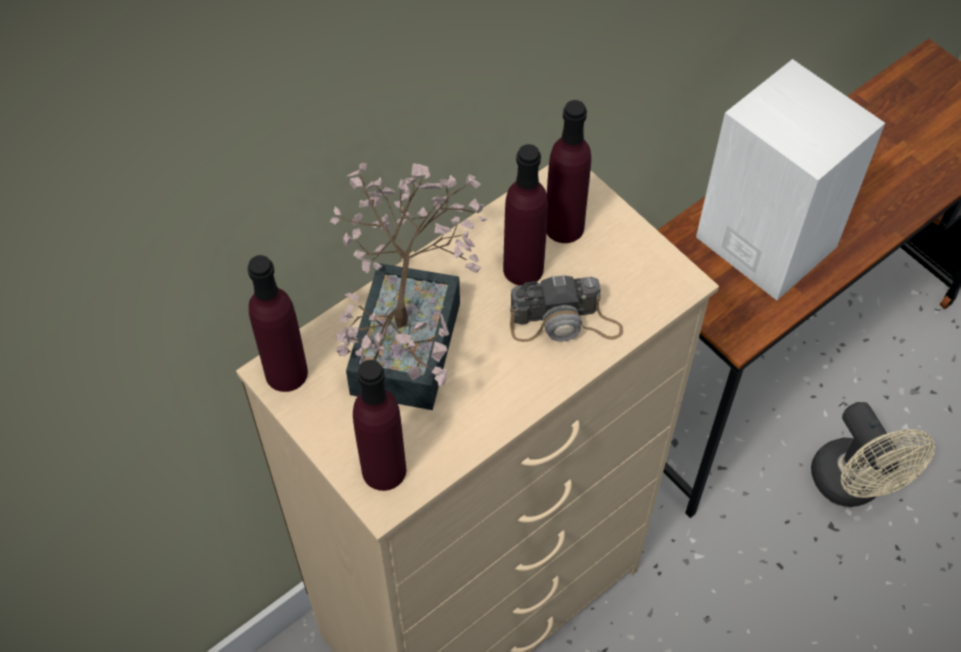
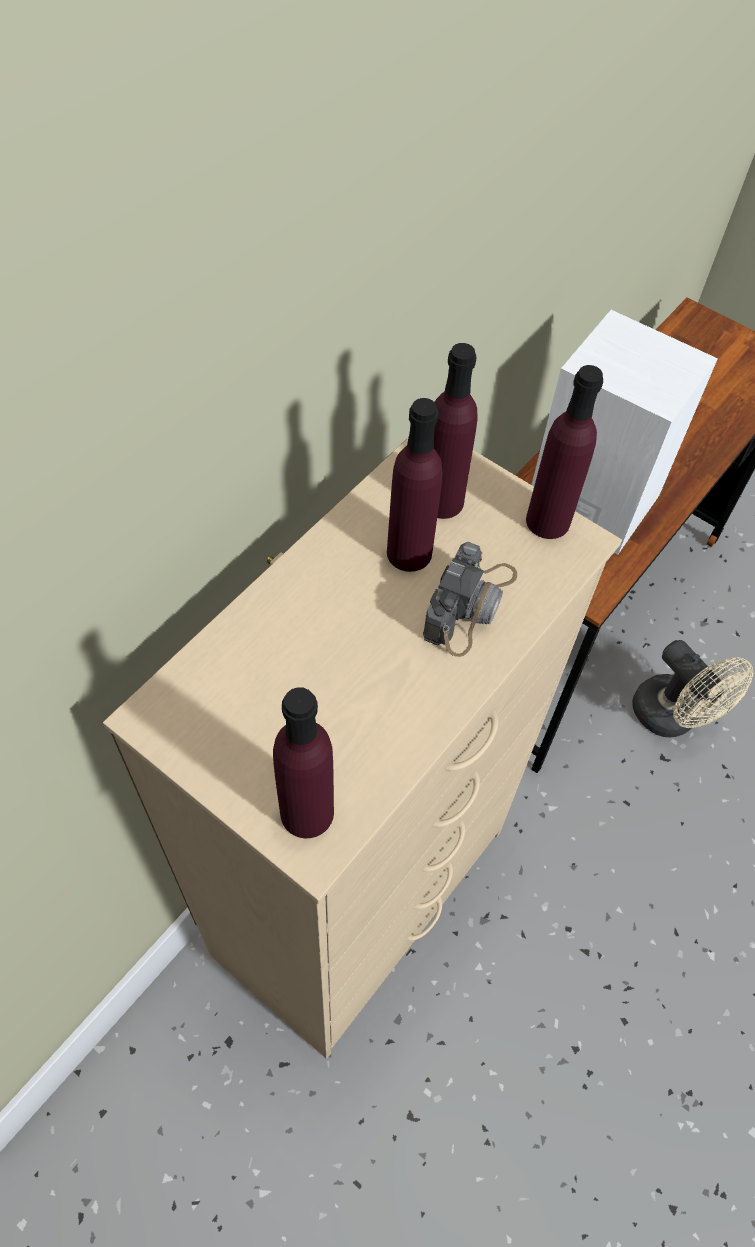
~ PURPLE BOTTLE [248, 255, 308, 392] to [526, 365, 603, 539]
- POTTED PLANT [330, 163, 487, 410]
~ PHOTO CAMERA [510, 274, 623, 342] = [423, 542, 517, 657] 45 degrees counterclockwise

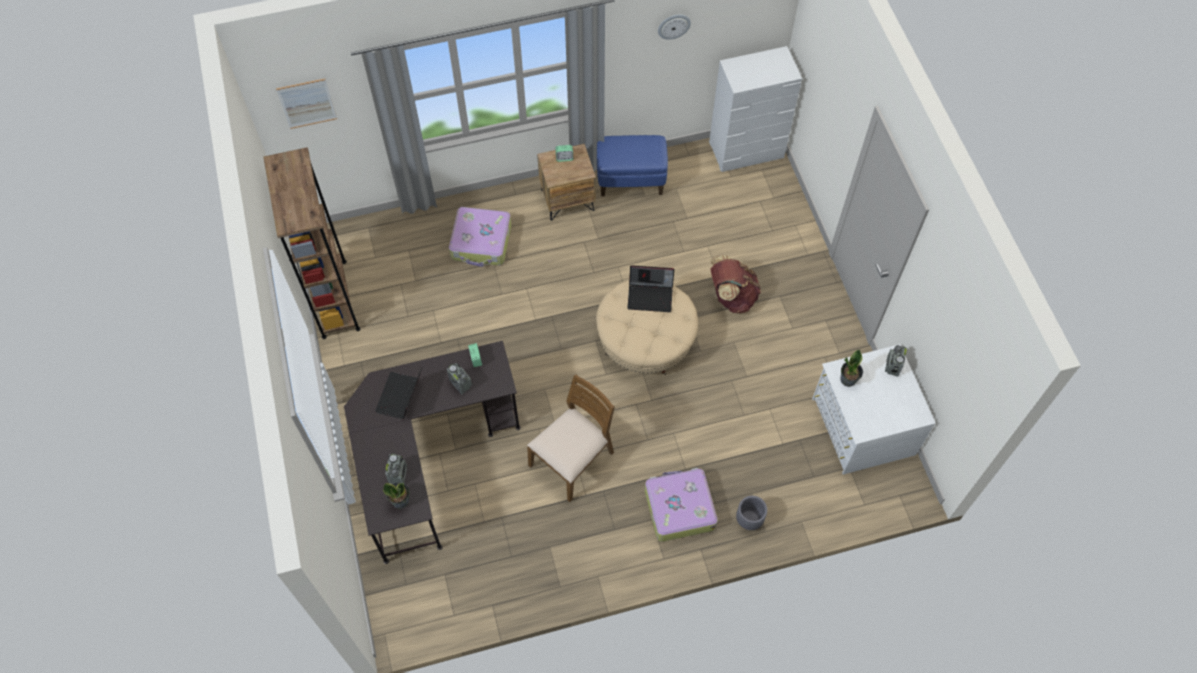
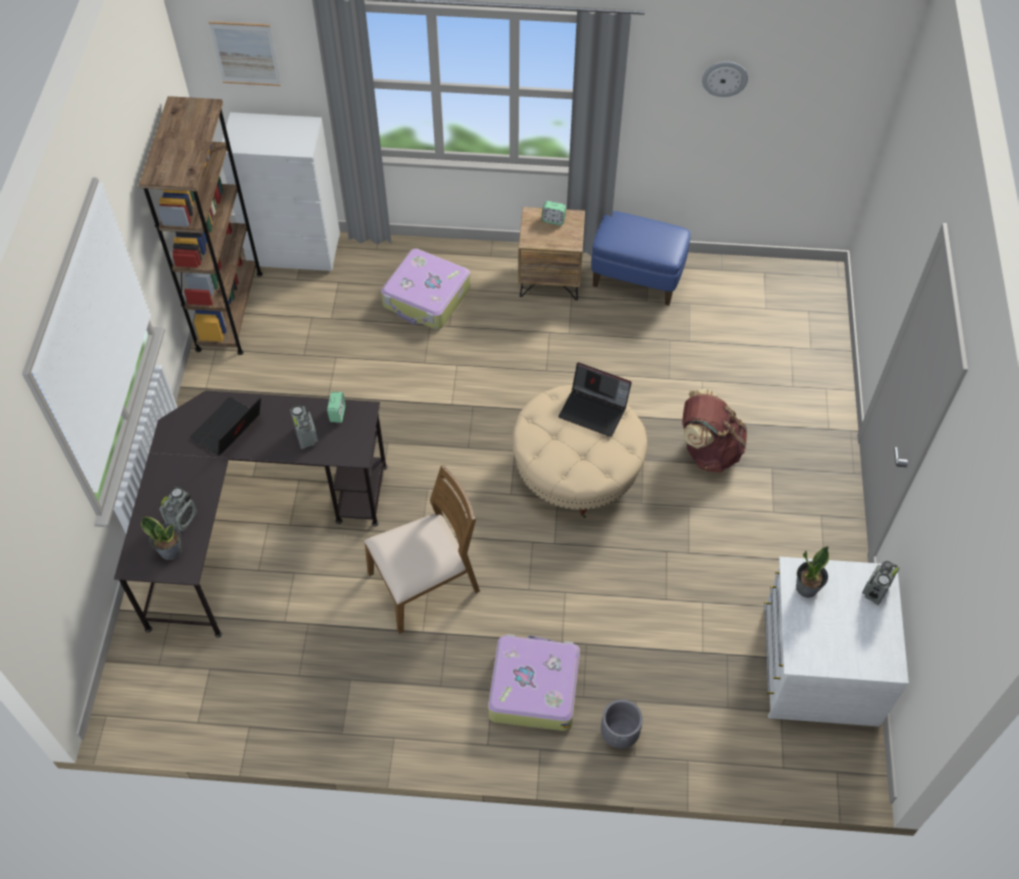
~ WHITE DRESSER [709, 46, 802, 172] to [222, 112, 340, 271]

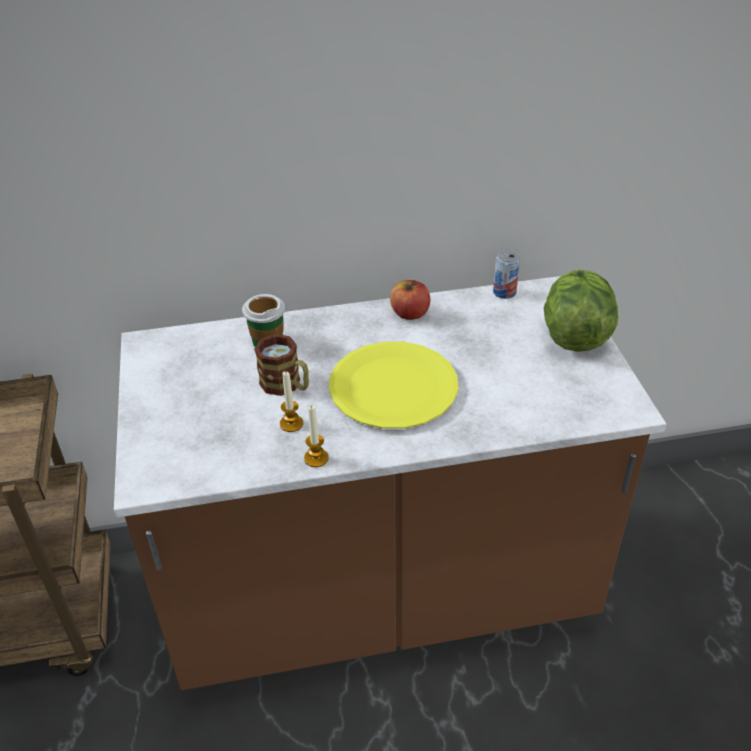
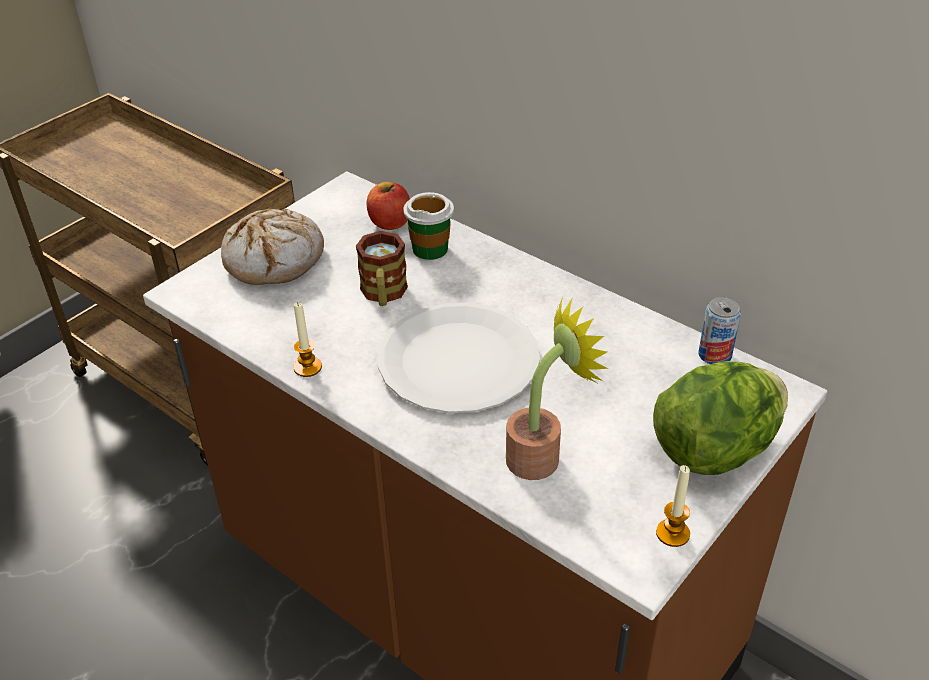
~ CANDLE [280, 371, 303, 432] to [656, 465, 690, 547]
~ YELLOW PLATE [329, 342, 458, 429] to WHITE PLATE [378, 303, 540, 413]
~ APPLE [390, 280, 430, 320] to [367, 182, 410, 230]
+ BREAD [221, 209, 324, 285]
+ POTTED PLANT [506, 297, 609, 480]

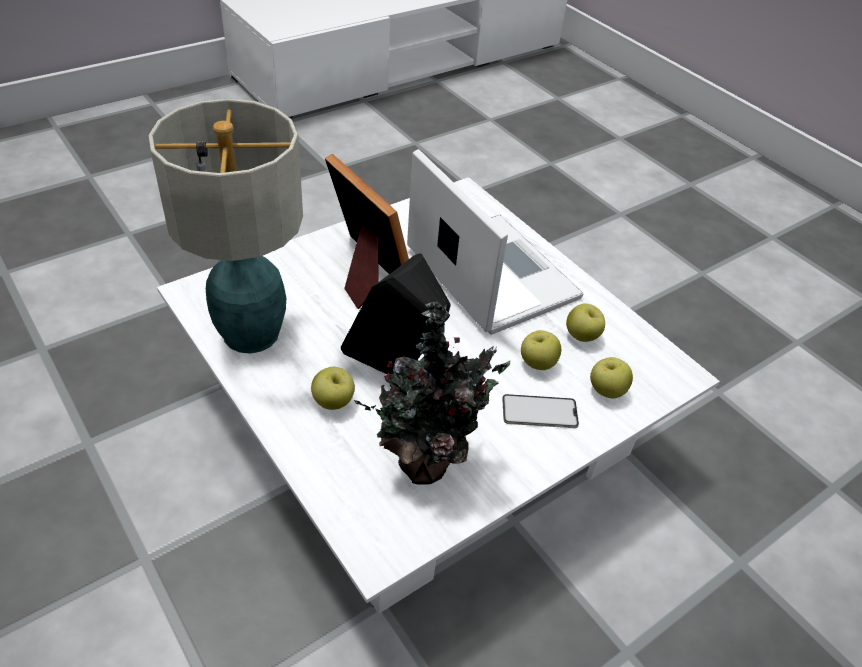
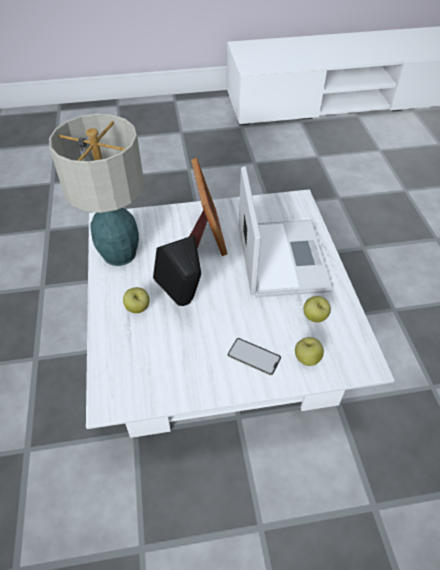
- POTTED PLANT [354, 302, 510, 485]
- APPLE [521, 330, 561, 370]

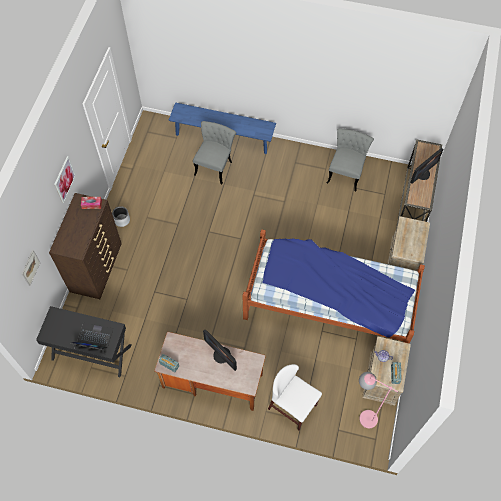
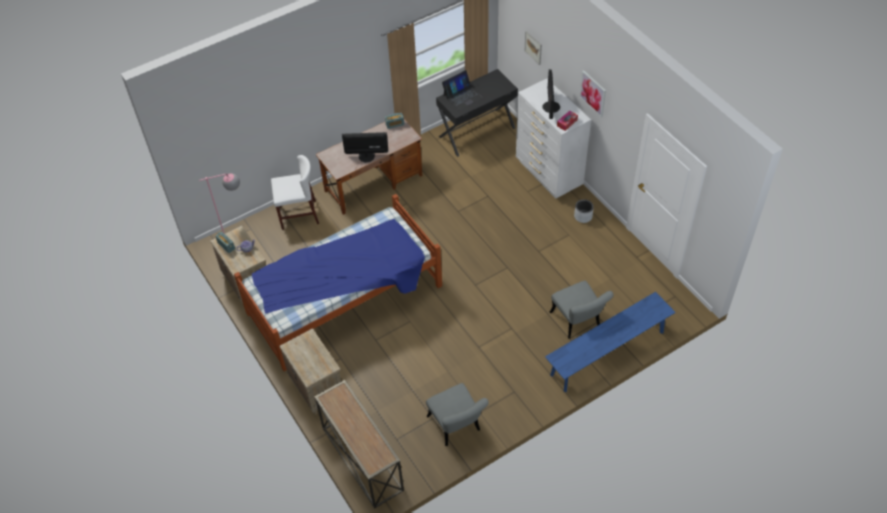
~ BROWN DRESSER [49, 193, 122, 299] to WHITE DRESSER [516, 79, 591, 198]
~ MONITOR [410, 148, 444, 184] to [543, 69, 560, 119]

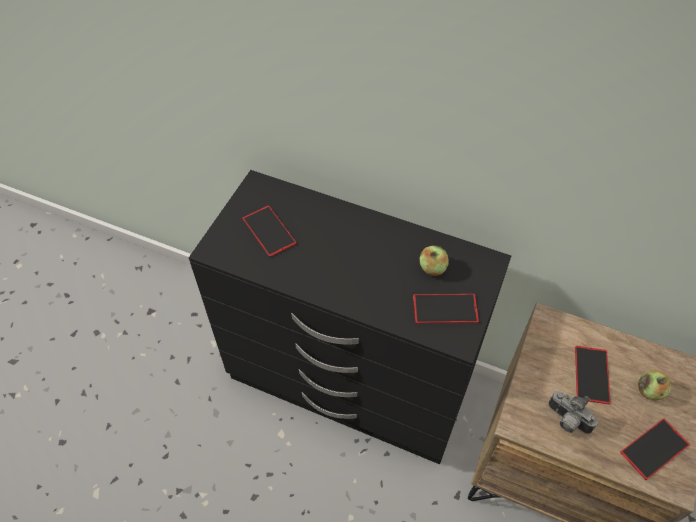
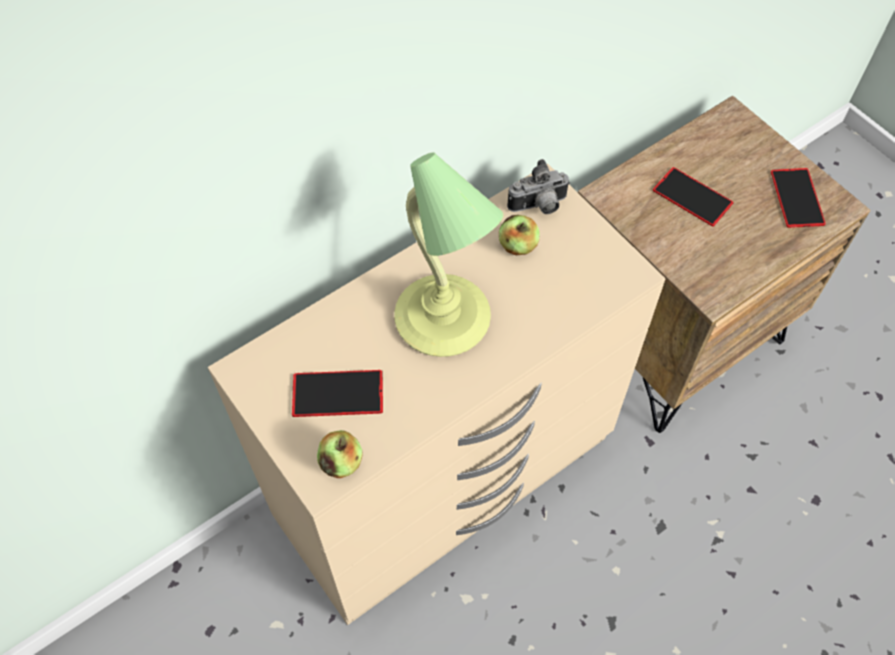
~ BLACK DRESSER [189, 170, 511, 464] to BEIGE DRESSER [208, 164, 666, 625]
- PHONE [413, 294, 479, 324]
~ PHOTO CAMERA [548, 391, 598, 434] to [507, 159, 570, 214]
~ APPLE [638, 370, 671, 401] to [317, 430, 363, 478]
+ TABLE LAMP [394, 152, 504, 357]

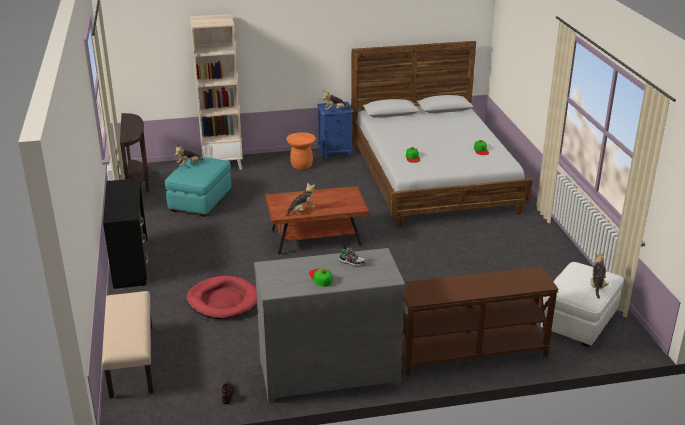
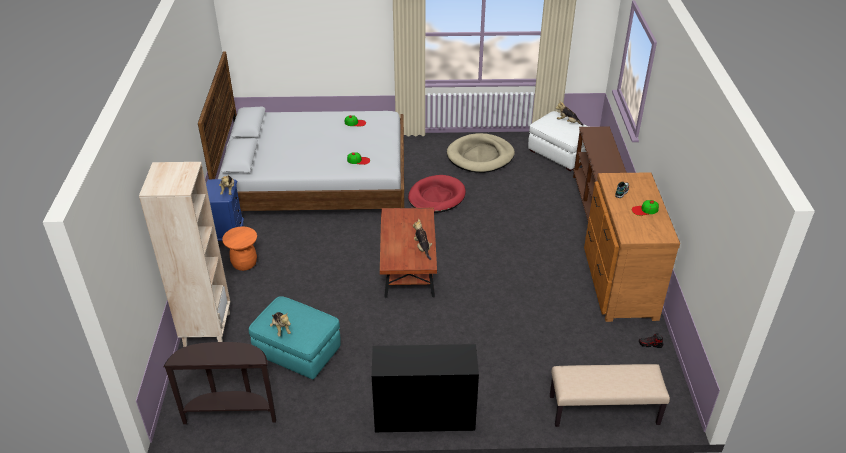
~ RED DOG BED [187, 276, 257, 319] to [408, 175, 466, 213]
~ GREY DRESSER [254, 248, 405, 403] to BROWN DRESSER [584, 172, 680, 322]
+ BEIGE DOG BED [447, 133, 515, 173]

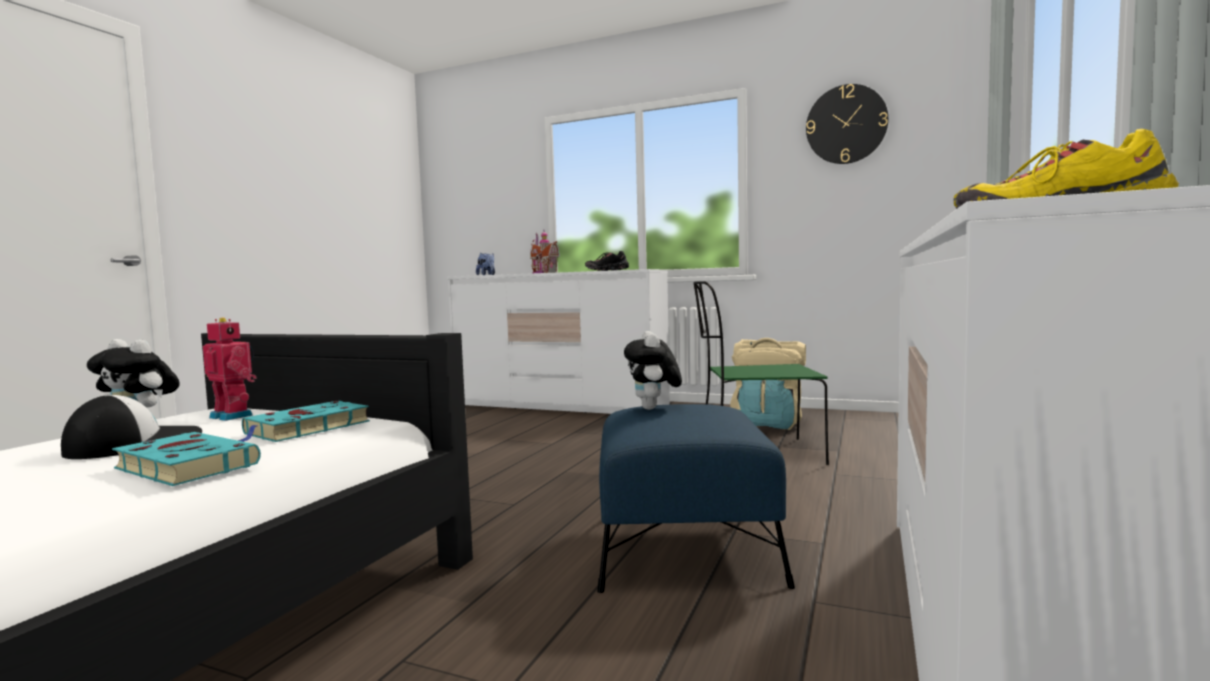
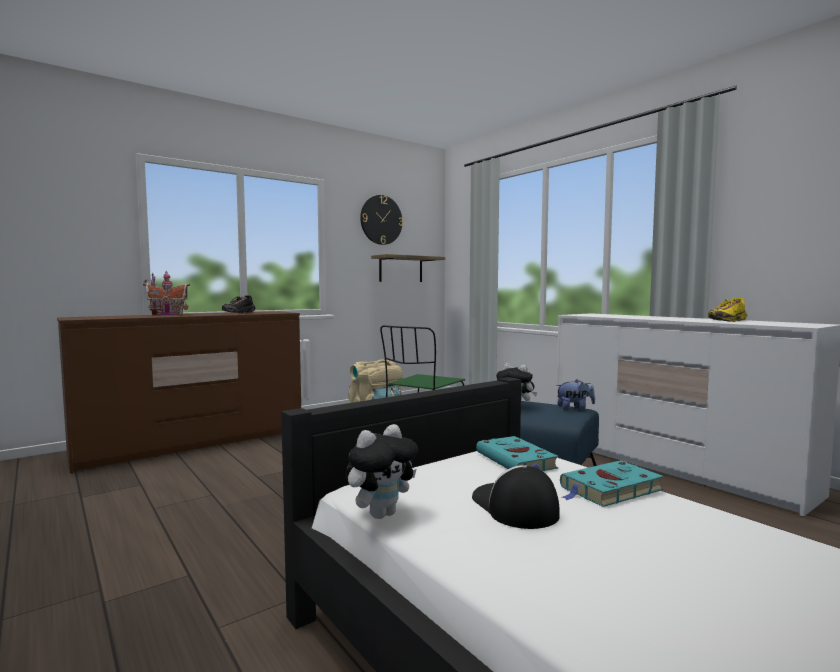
- TOY ROBOT [203, 317, 256, 421]
~ WHITE DRESSER [447, 269, 670, 414] to BROWN DRESSER [57, 311, 301, 474]
~ PLUSH TOY [476, 253, 495, 275] to [556, 379, 595, 411]
+ SHELF [371, 254, 445, 282]

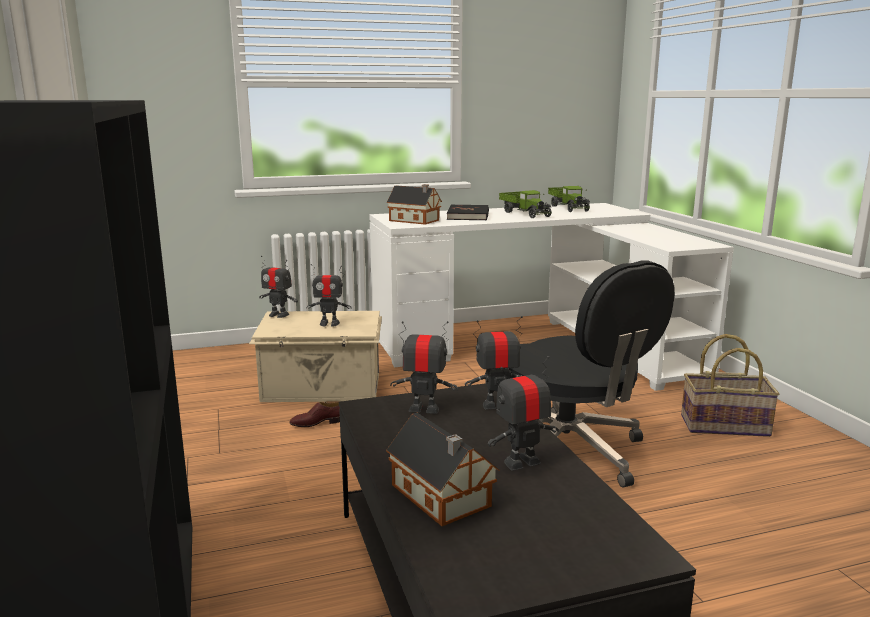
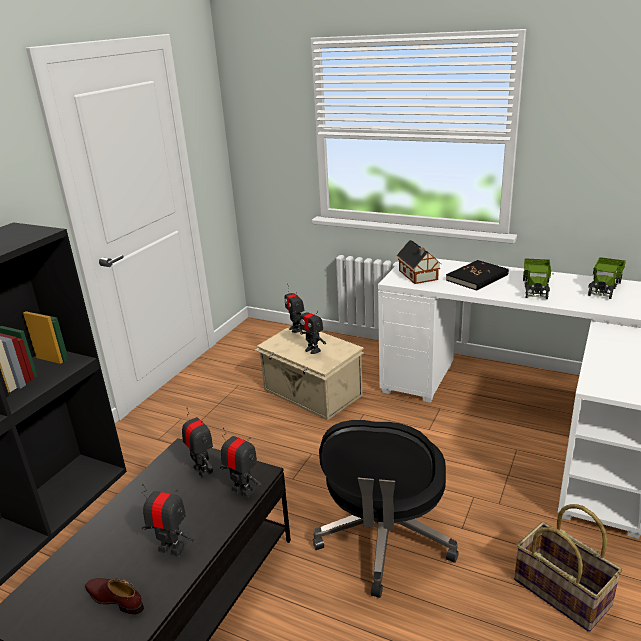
~ BROWN SHOE [289, 401, 341, 427] to [85, 578, 144, 615]
- TOY HOUSE [386, 413, 499, 526]

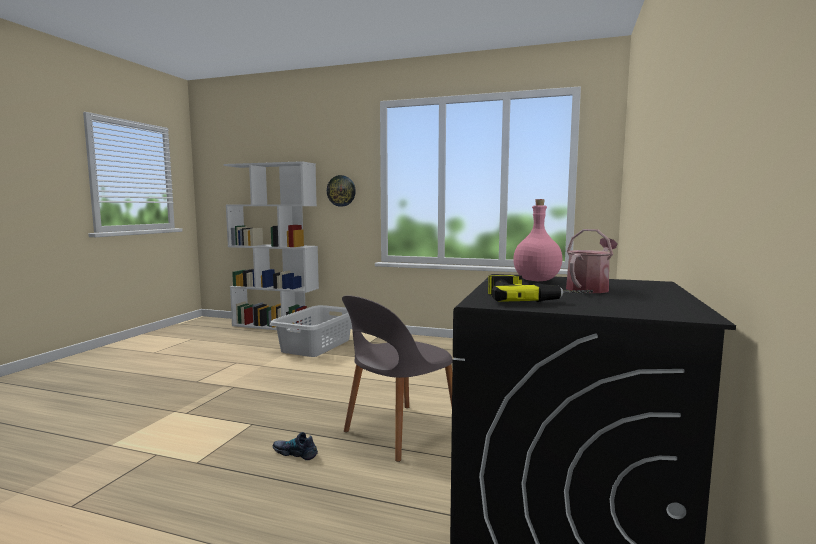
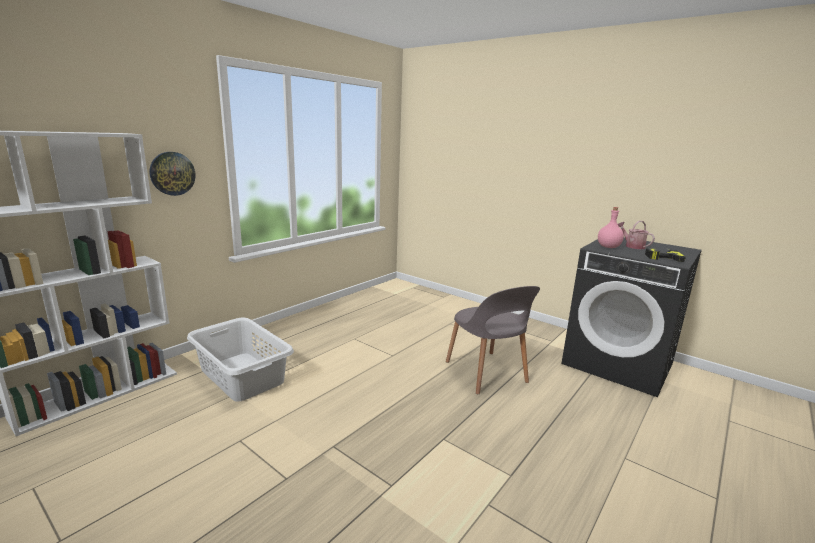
- SHOE [273, 432, 318, 460]

